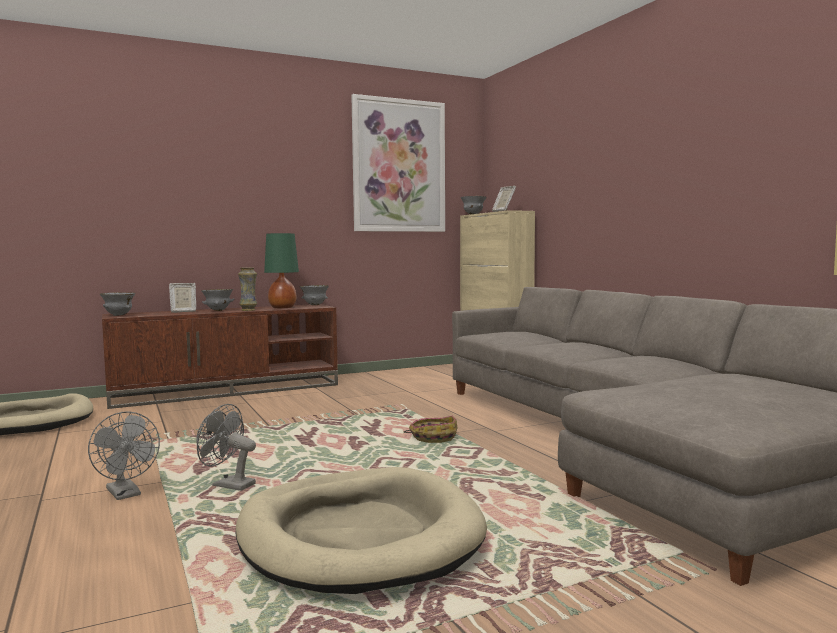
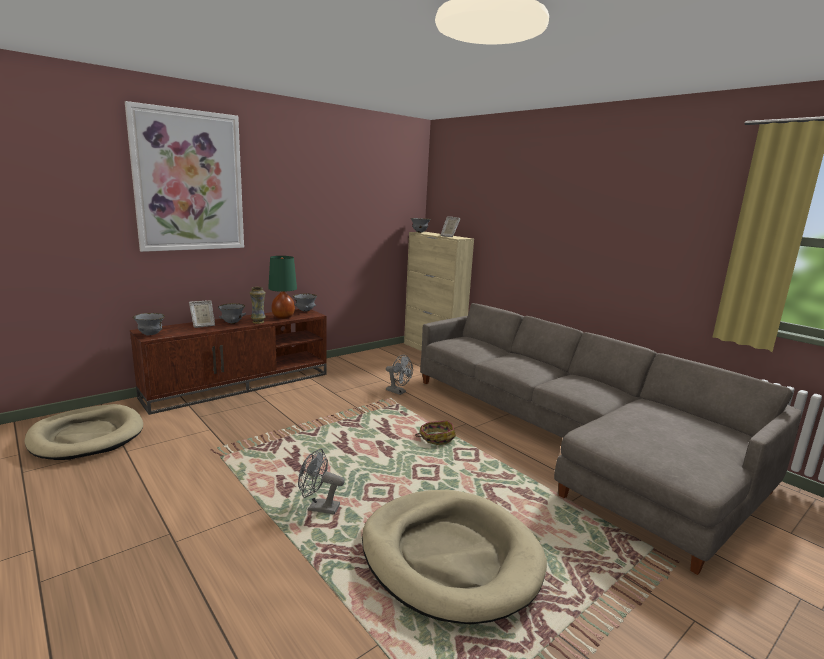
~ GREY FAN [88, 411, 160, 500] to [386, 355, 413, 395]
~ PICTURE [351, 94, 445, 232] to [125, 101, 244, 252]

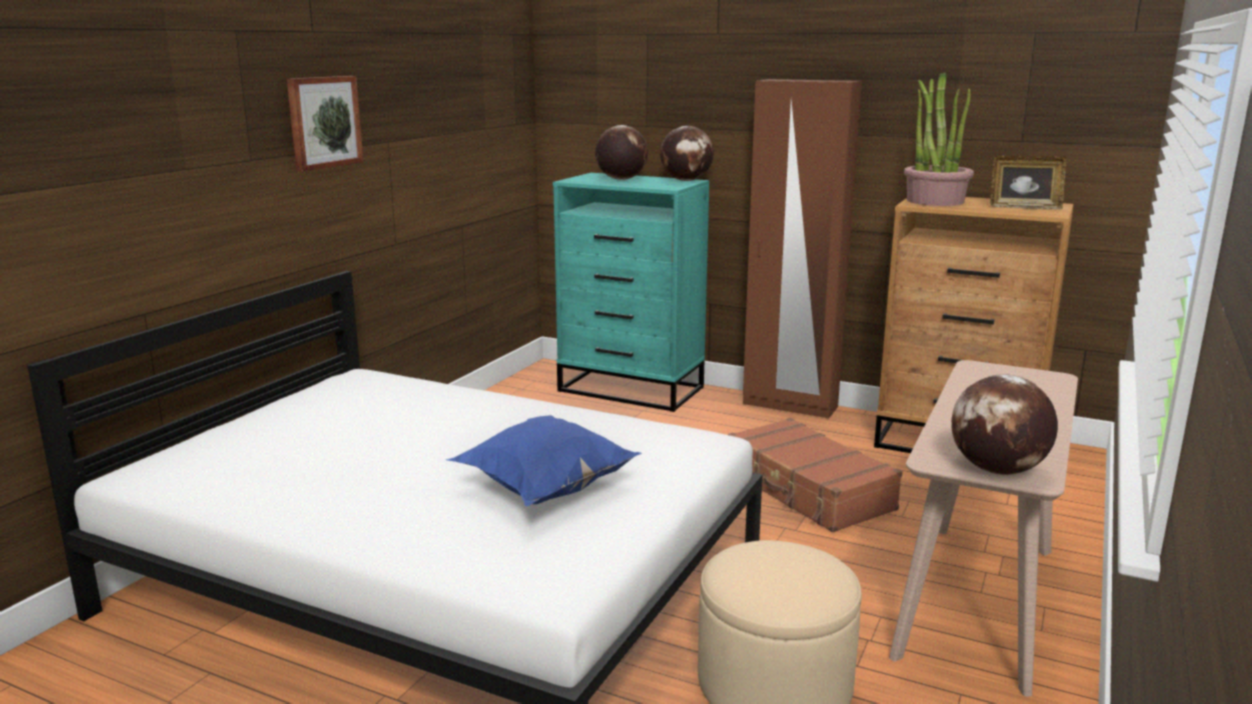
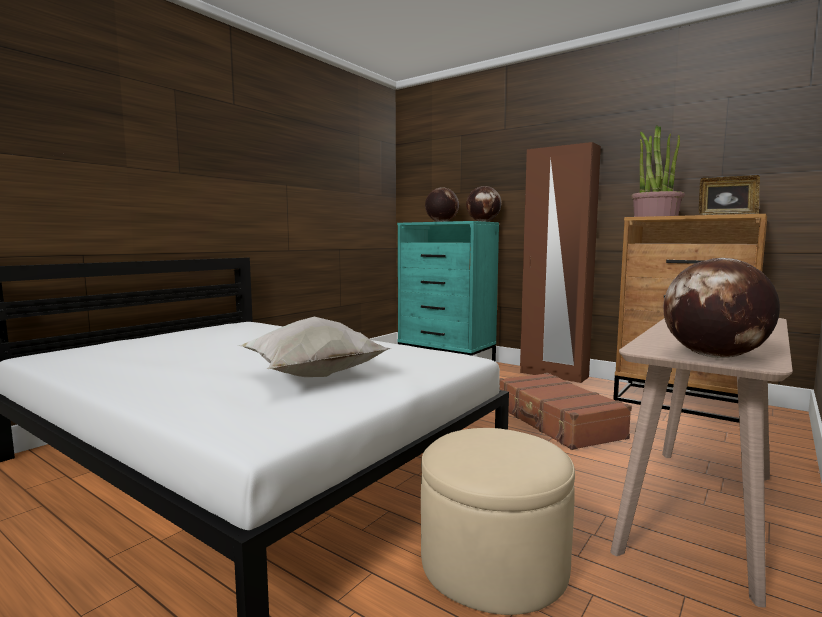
- PICTURE [287, 76, 363, 172]
~ BLUE PILLOW [446, 415, 642, 506] to WHITE PILLOW [236, 317, 392, 377]

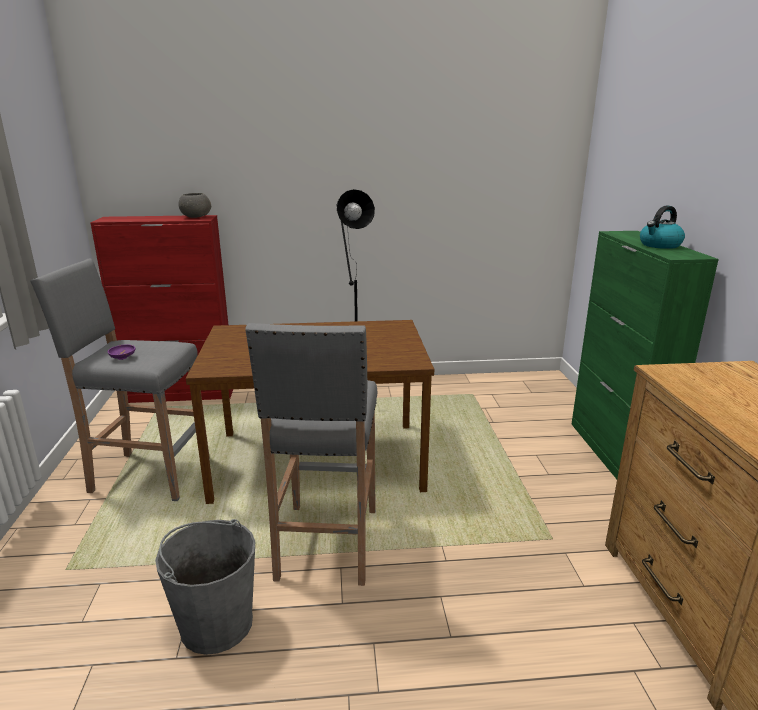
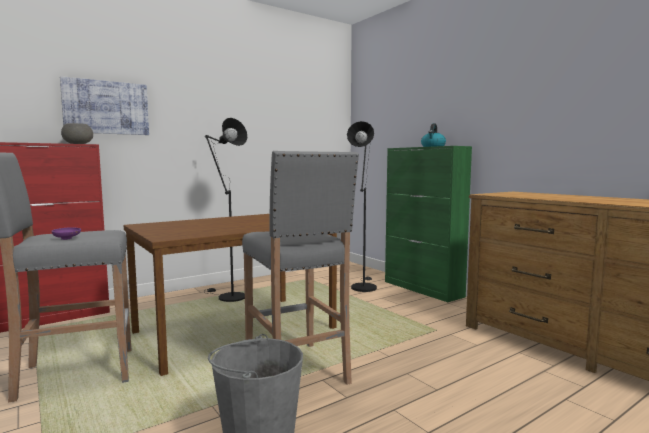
+ PICTURE [60, 76, 149, 135]
+ BLACK FLOOR LAMP [347, 121, 377, 292]

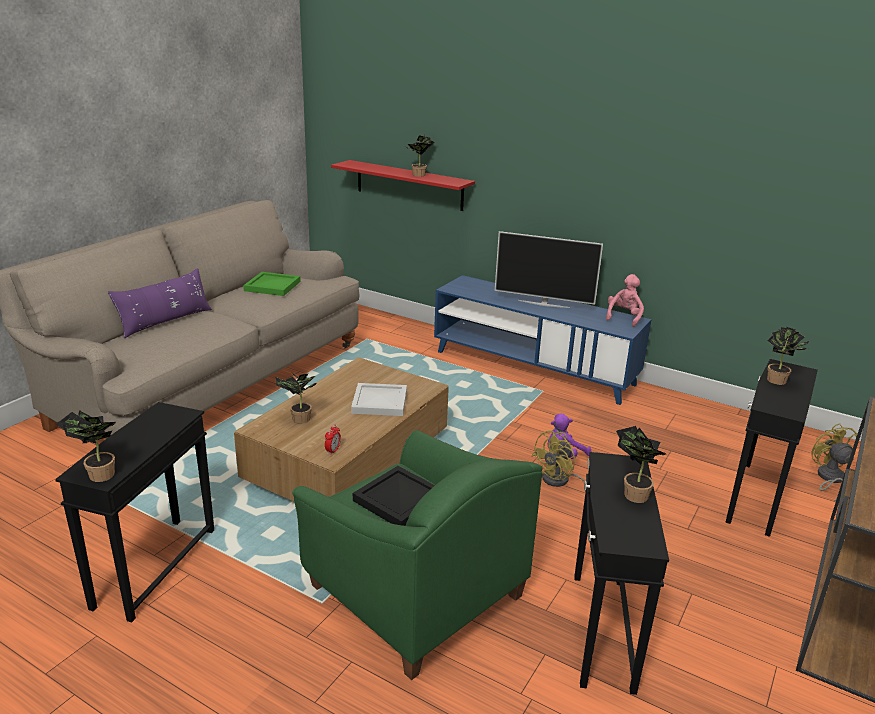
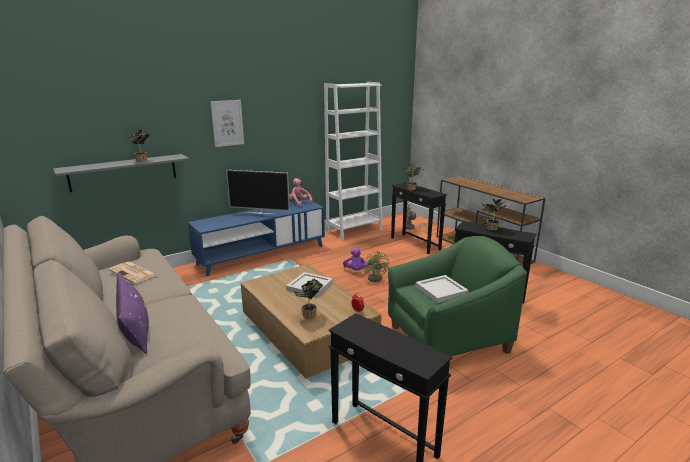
- POTTED PLANT [56, 410, 115, 482]
~ GREEN TRAY [243, 272, 301, 296] to NEWSPAPER [109, 262, 157, 283]
~ RED SHELF [331, 160, 475, 211] to GREY SHELF [53, 154, 189, 192]
~ BLACK TRAY [353, 466, 435, 526] to WHITE TRAY [415, 275, 469, 303]
~ TELEVISION [495, 231, 603, 308] = [226, 170, 290, 215] 60 degrees clockwise
+ PICTURE [210, 100, 244, 147]
+ WHITE BOOKCASE [324, 82, 382, 241]

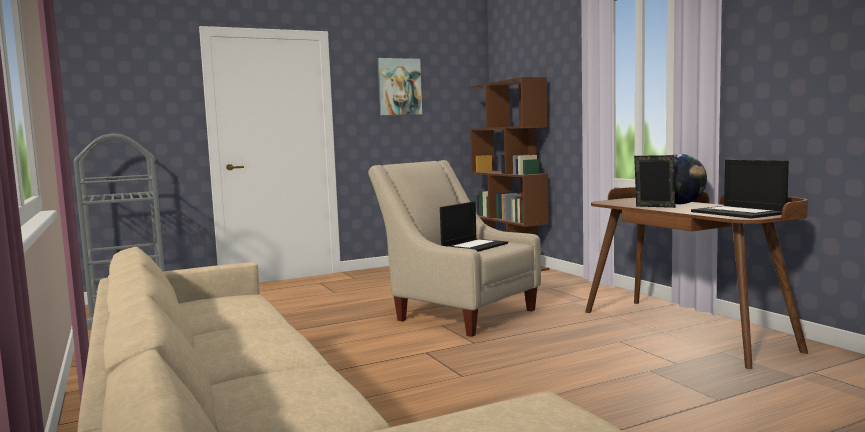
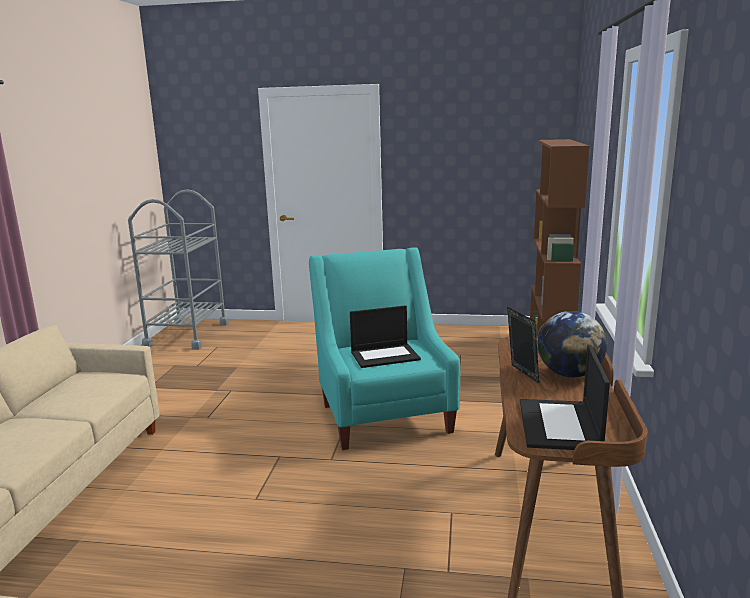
~ BEIGE ARMCHAIR [368, 160, 541, 337] to TURQUOISE ARMCHAIR [309, 247, 460, 450]
- PICTURE [378, 58, 422, 115]

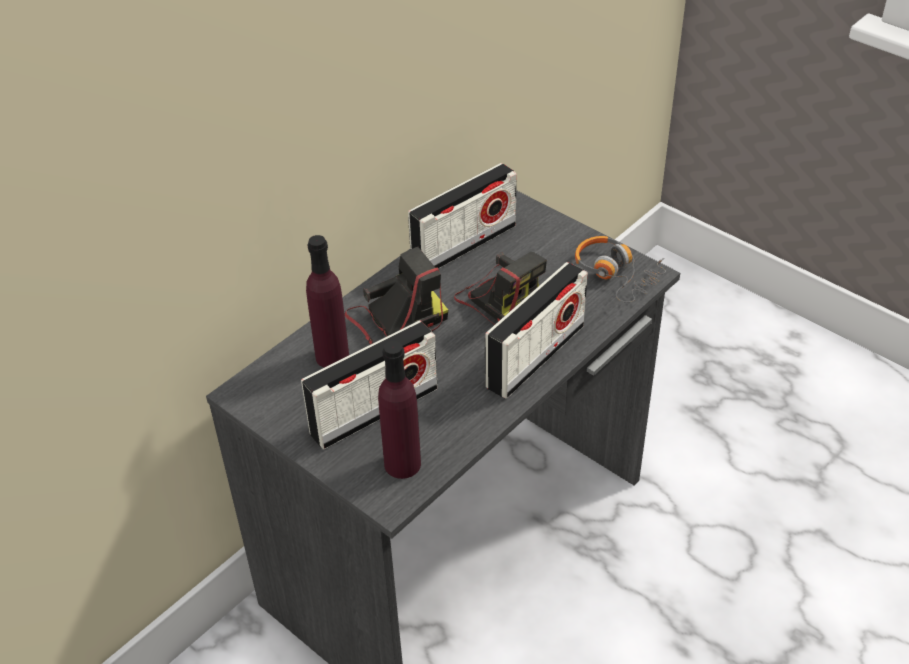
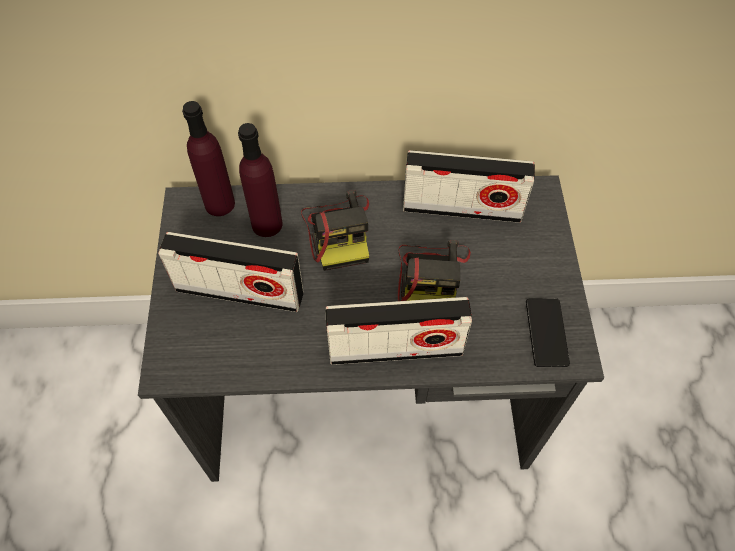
~ PHOTO CAMERA [345, 247, 448, 345] = [301, 190, 369, 271] 60 degrees clockwise
~ PURPLE BOTTLE [378, 341, 421, 479] to [182, 101, 235, 216]
~ HEADPHONES [575, 236, 666, 303] to PHONE [526, 298, 570, 367]

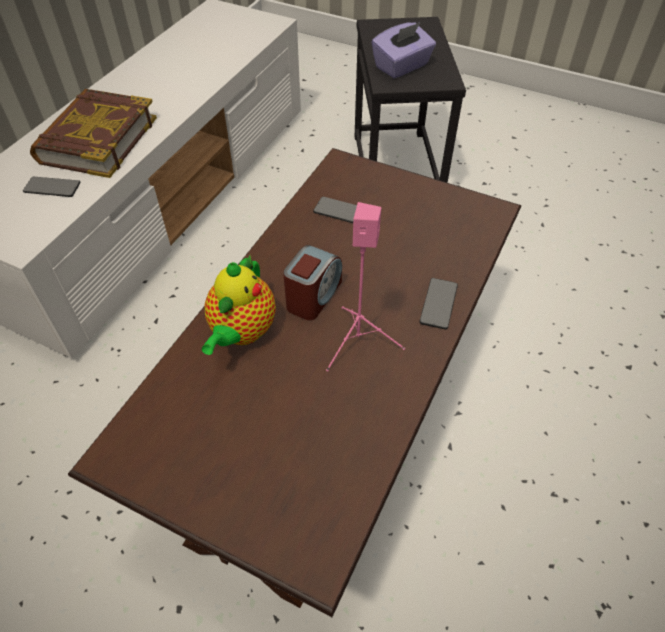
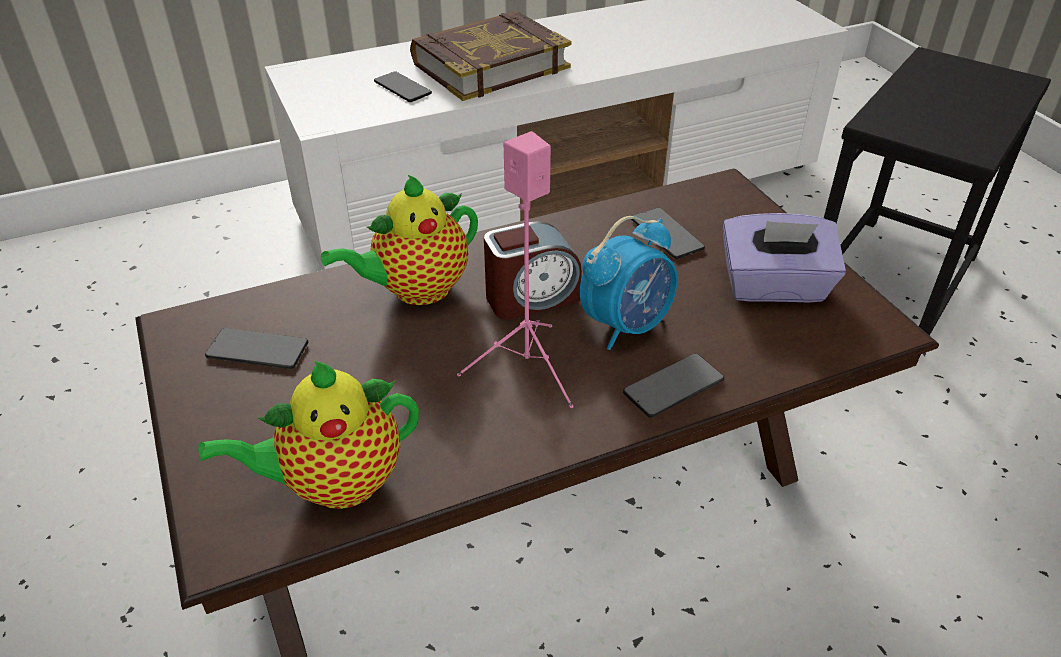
~ PURPLE TISSUE BOX [371, 23, 436, 78] to [722, 213, 846, 302]
+ TEAPOT [198, 361, 419, 509]
+ PHONE [205, 328, 308, 369]
+ ALARM CLOCK [580, 216, 677, 350]

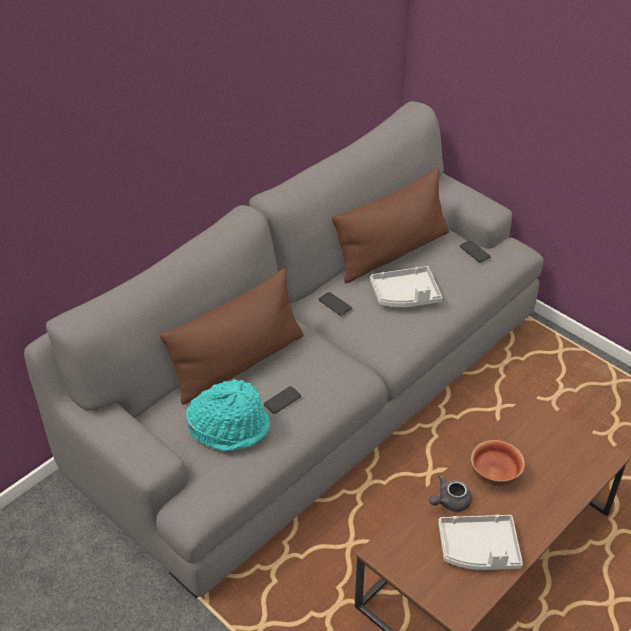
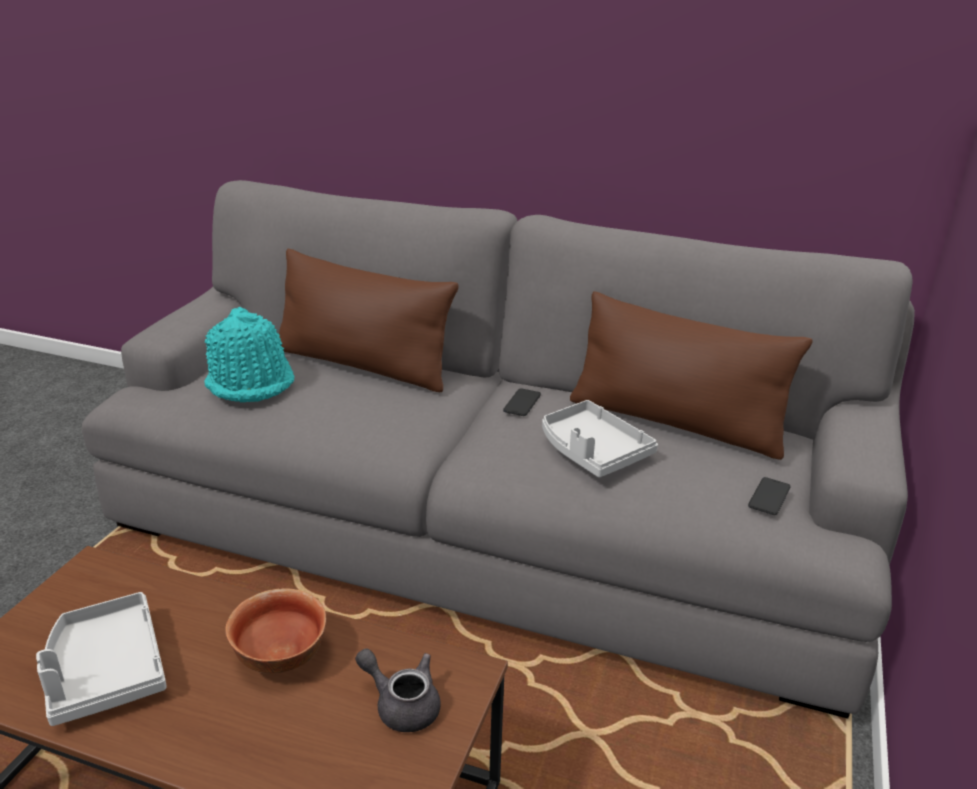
- PHONE [264, 386, 301, 414]
~ GREY TEAPOT [429, 475, 472, 512] to [355, 649, 441, 732]

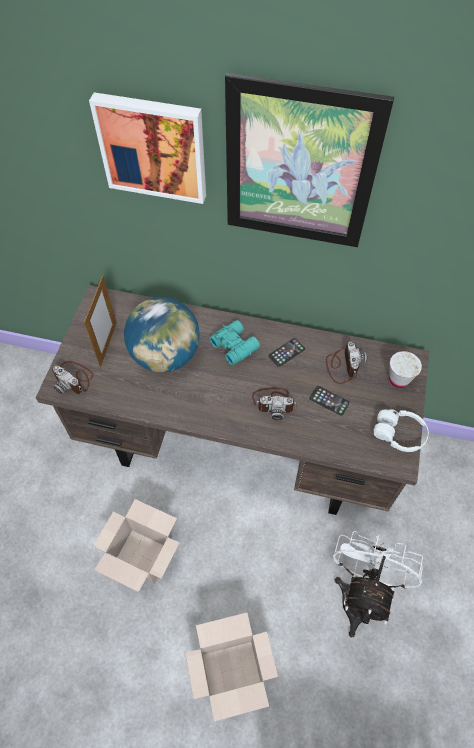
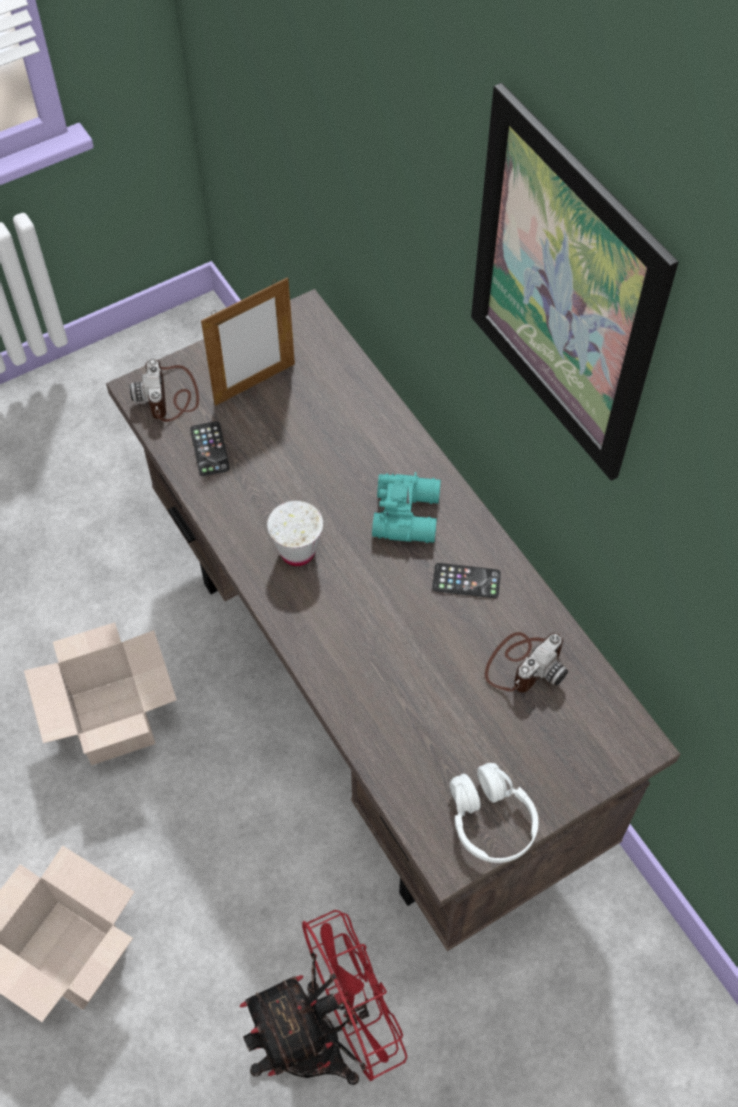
- PICTURE [89, 92, 206, 204]
- GLOBE [124, 297, 200, 372]
- PHOTO CAMERA [252, 387, 297, 421]
~ PHONE [309, 386, 350, 416] to [190, 421, 230, 476]
~ WHITE FAN [333, 531, 423, 637] to RED FAN [239, 910, 407, 1085]
~ WHITE CUP [389, 351, 422, 388] to [267, 501, 323, 566]

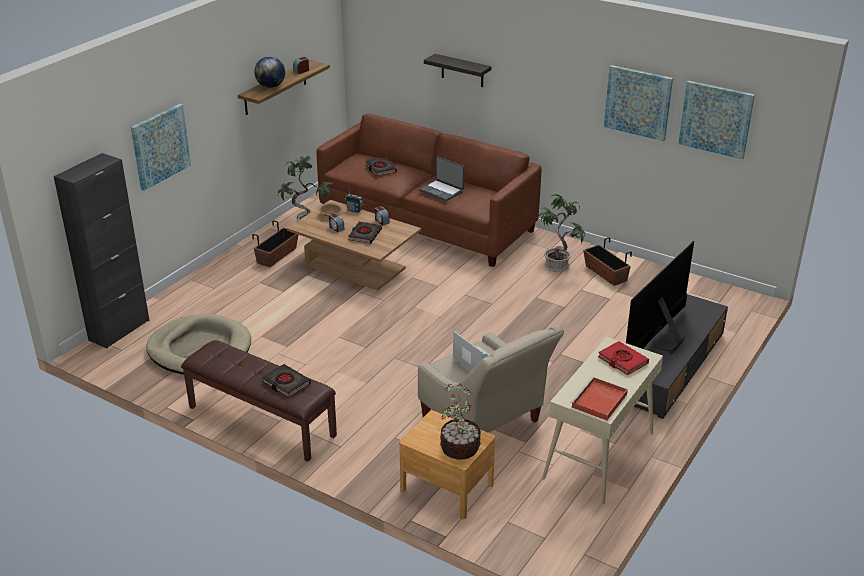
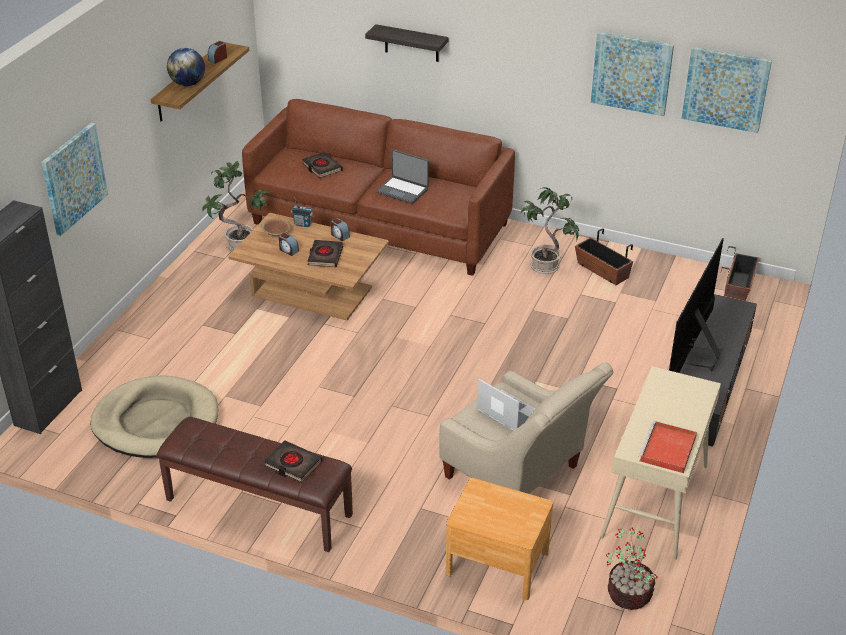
~ PLANTER [252, 220, 298, 267] to [721, 246, 759, 301]
~ POTTED PLANT [440, 383, 481, 460] to [605, 527, 658, 610]
- RED BOOK [598, 341, 649, 375]

